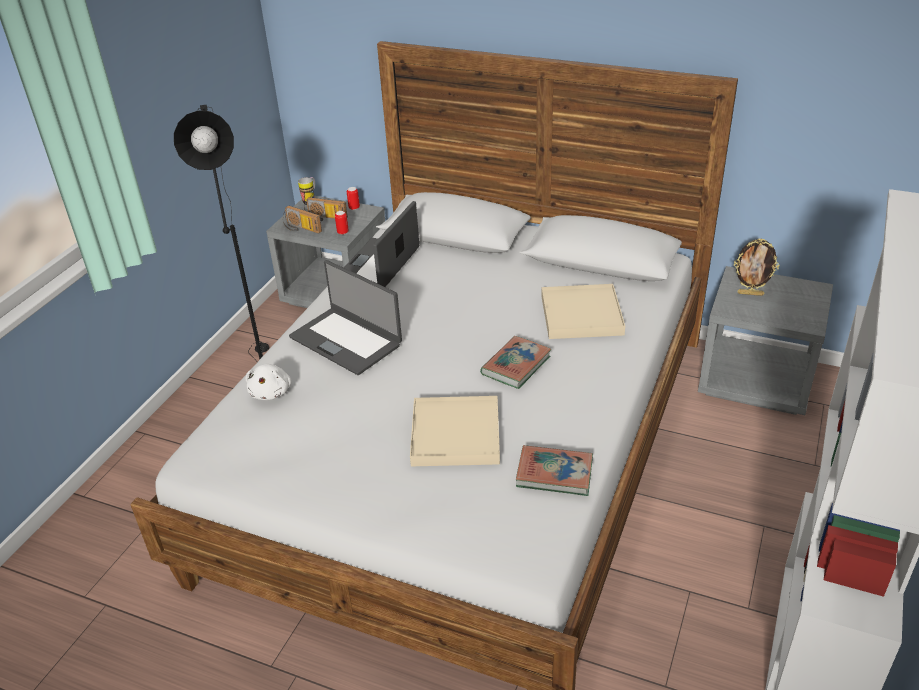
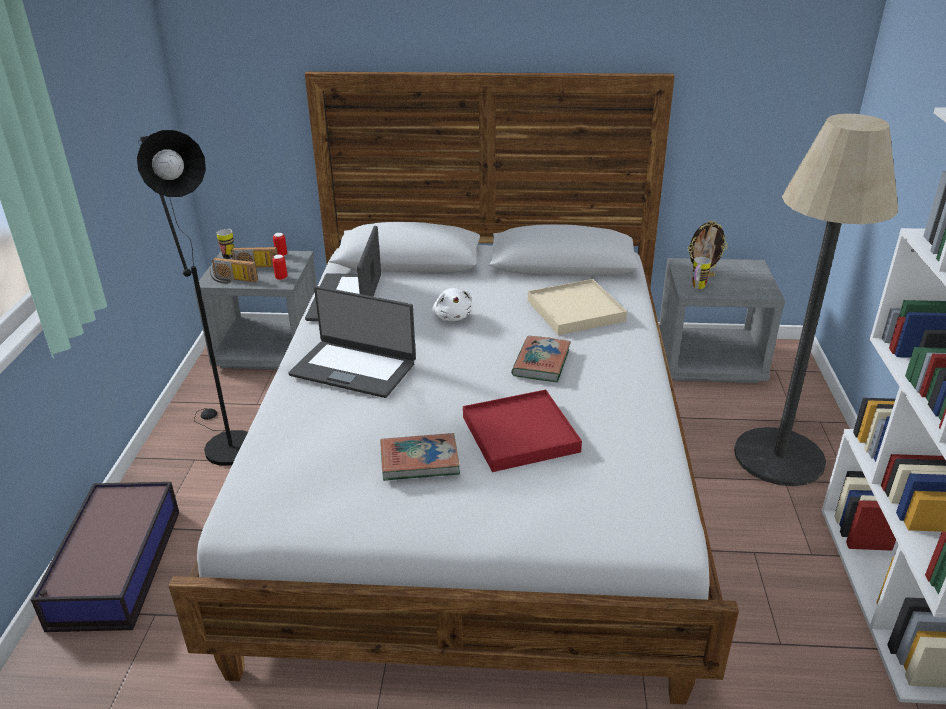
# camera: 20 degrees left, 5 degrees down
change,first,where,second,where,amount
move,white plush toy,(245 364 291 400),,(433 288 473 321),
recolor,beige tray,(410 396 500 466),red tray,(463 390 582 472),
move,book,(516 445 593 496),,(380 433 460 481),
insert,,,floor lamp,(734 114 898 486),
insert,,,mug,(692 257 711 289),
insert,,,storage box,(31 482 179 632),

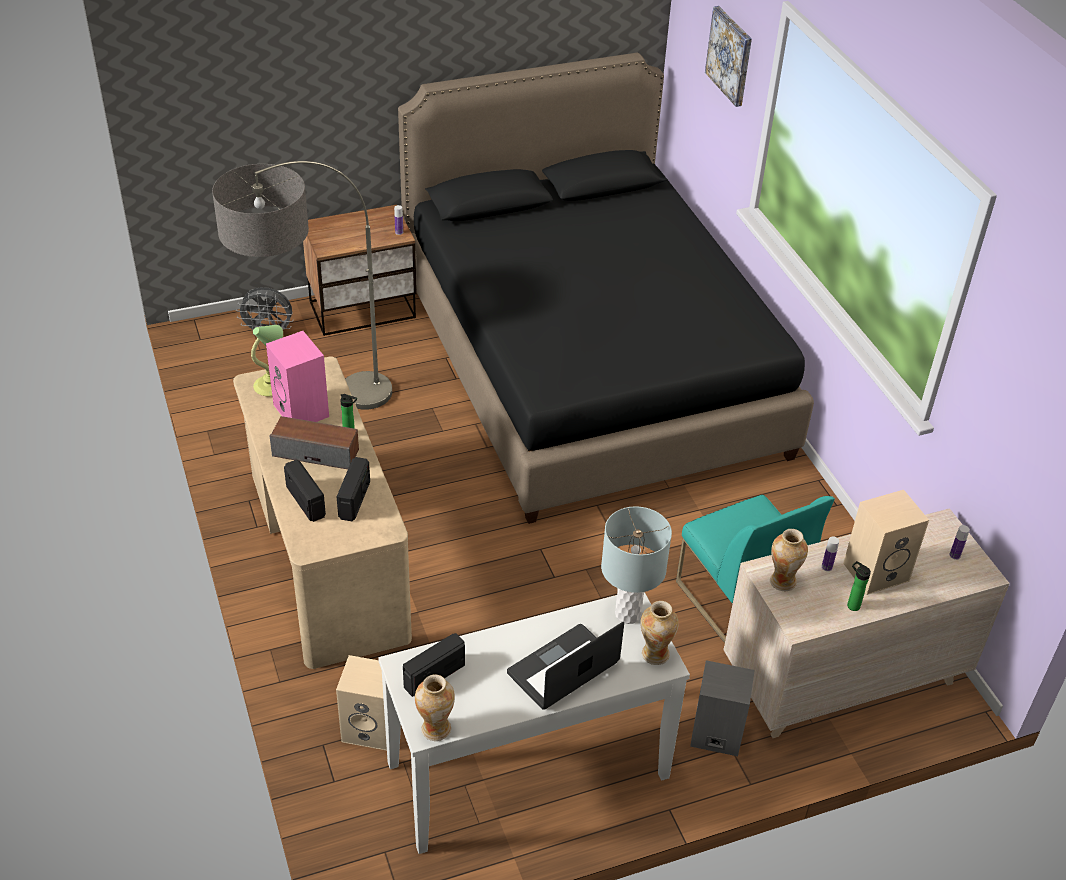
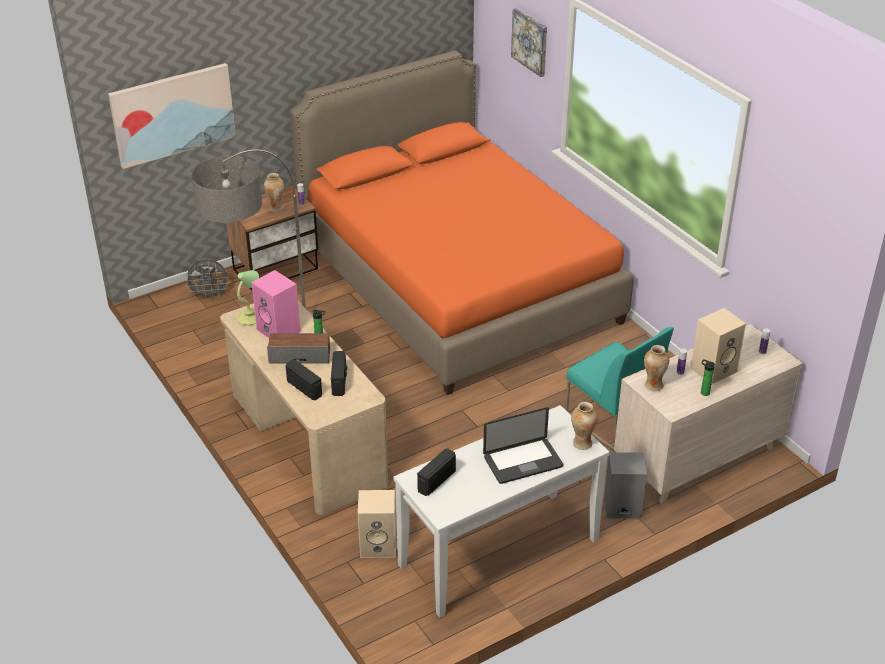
# camera: 10 degrees left, 5 degrees down
change,first,where,second,where,amount
recolor,black bed,(398 53 814 524),orange bed,(290 51 634 395),
delete,grey table lamp,(601 506 672 624),,,
rotate,laptop,(507 622 624 710),,(483 407 563 484),150 degrees counterclockwise
move,vase,(415 674 455 741),,(264 173 284 212),
insert,,,picture,(108 63 236 169),

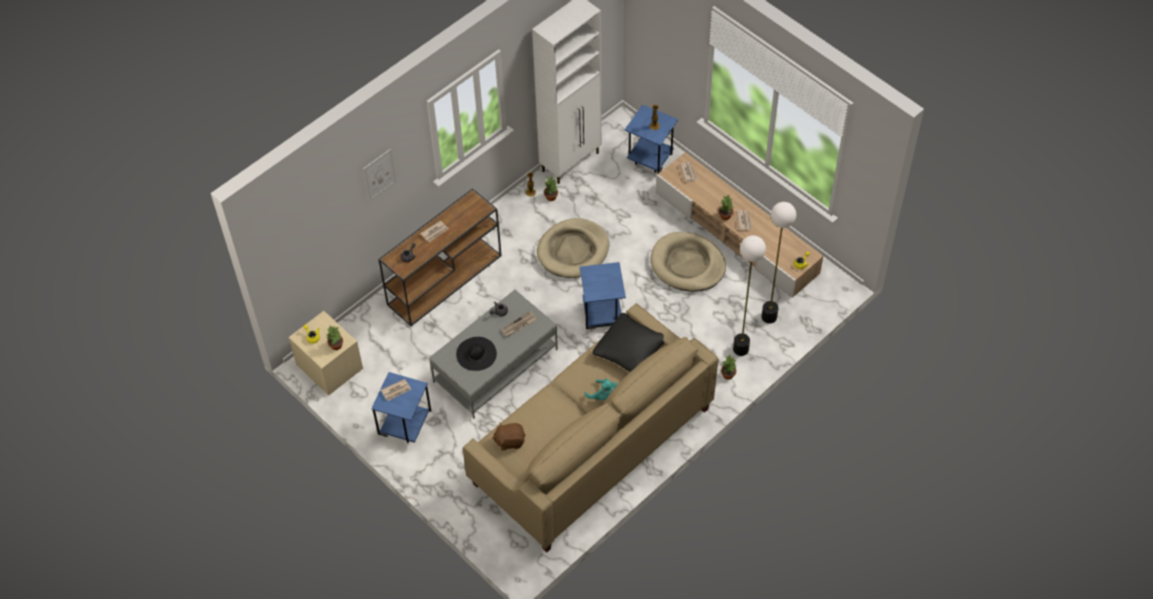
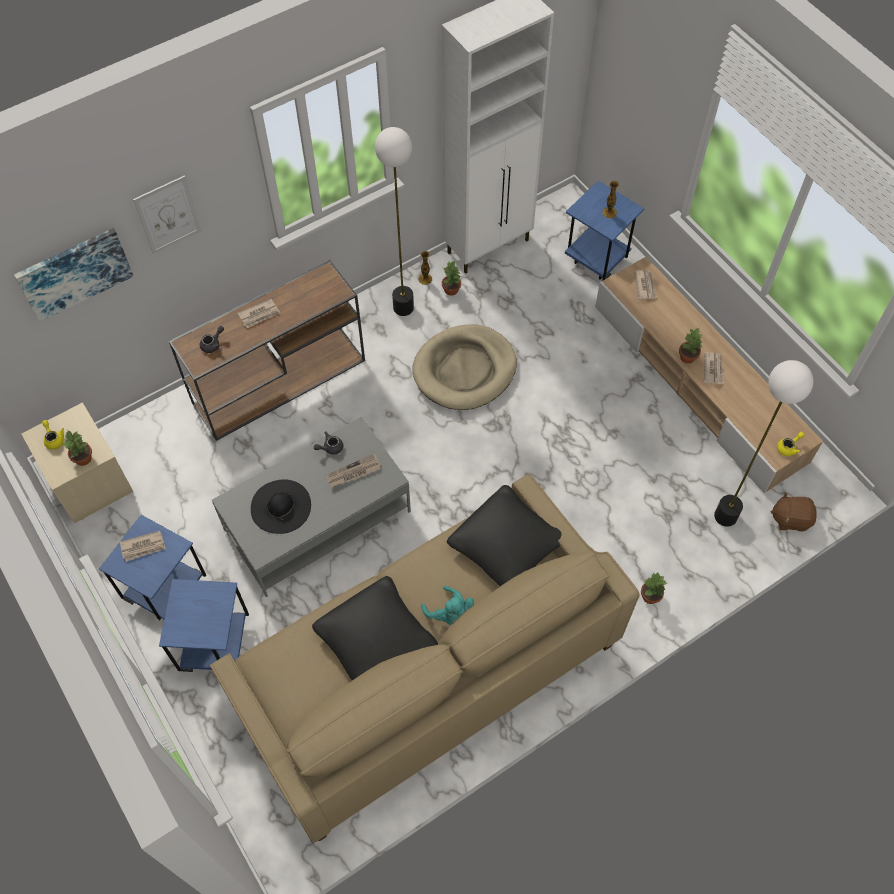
# camera: 10 degrees right, 5 degrees up
change,first,where,second,where,amount
delete,beige dog bed,(651 232 726 292),,,
move,floor lamp,(733 235 766 356),,(375 127 414 316),
move,blue side table,(580 262 626 329),,(159 579 249 672),
move,brown plush toy,(492 422 525 450),,(770 492 817 532),
insert,,,picture,(14 228 134 322),
insert,,,black pillow,(312 576 438 680),

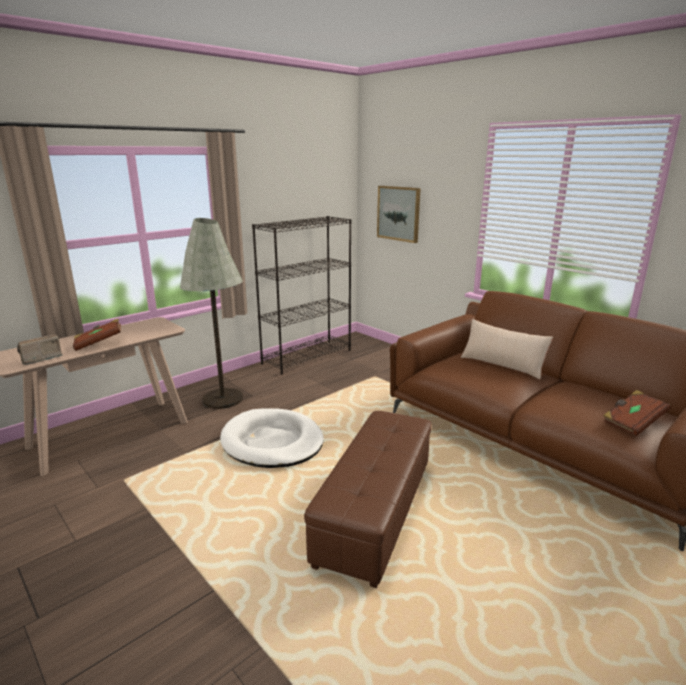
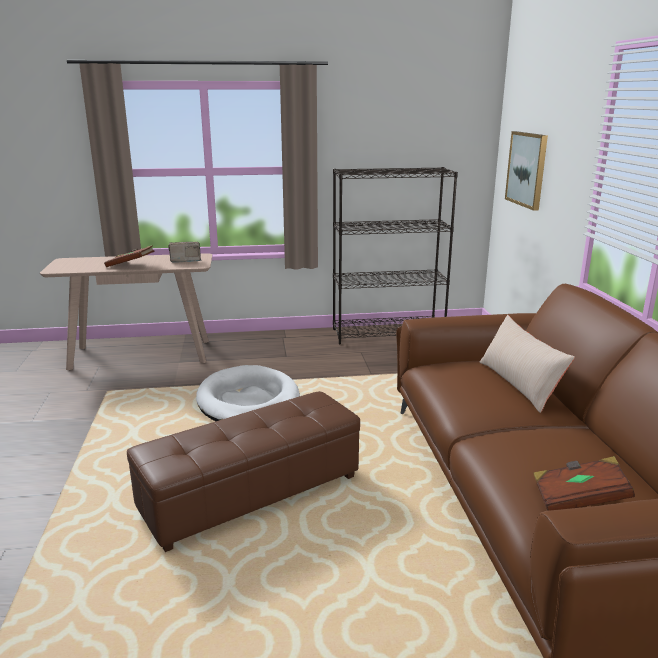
# camera: 35 degrees right, 0 degrees up
change,first,where,second,where,amount
delete,grey floor lamp,(180 218 243 409),,,
move,radio,(17 334 63 365),,(168 242 201 263),

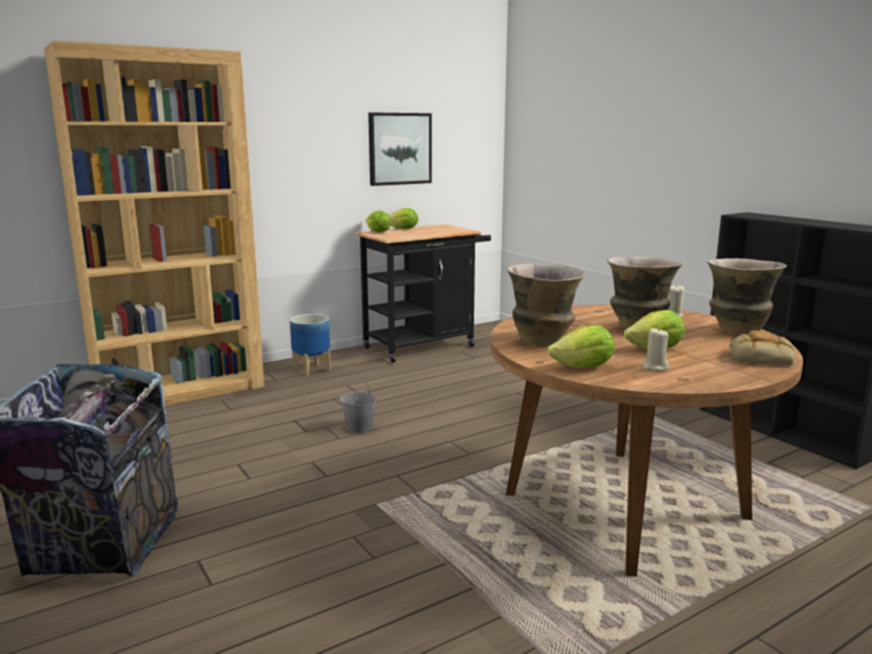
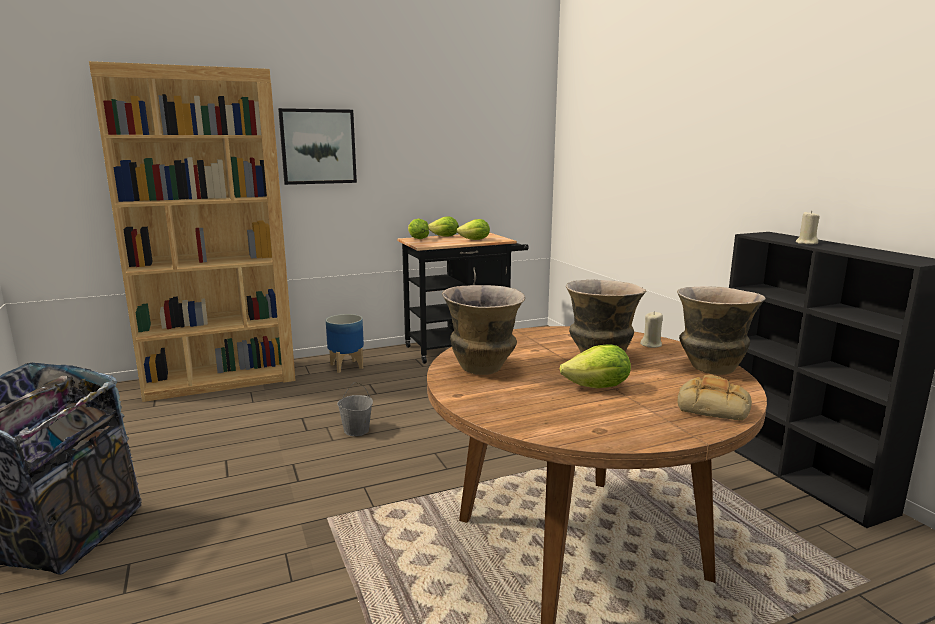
# camera: 10 degrees right, 0 degrees up
change,first,where,second,where,amount
move,picture,(368 112 432 186),,(278 108 357 185),
move,lettuce,(547 325 615 368),,(456 219 490 240),
move,beige candle,(642 328 669 371),,(796 211 820 244),

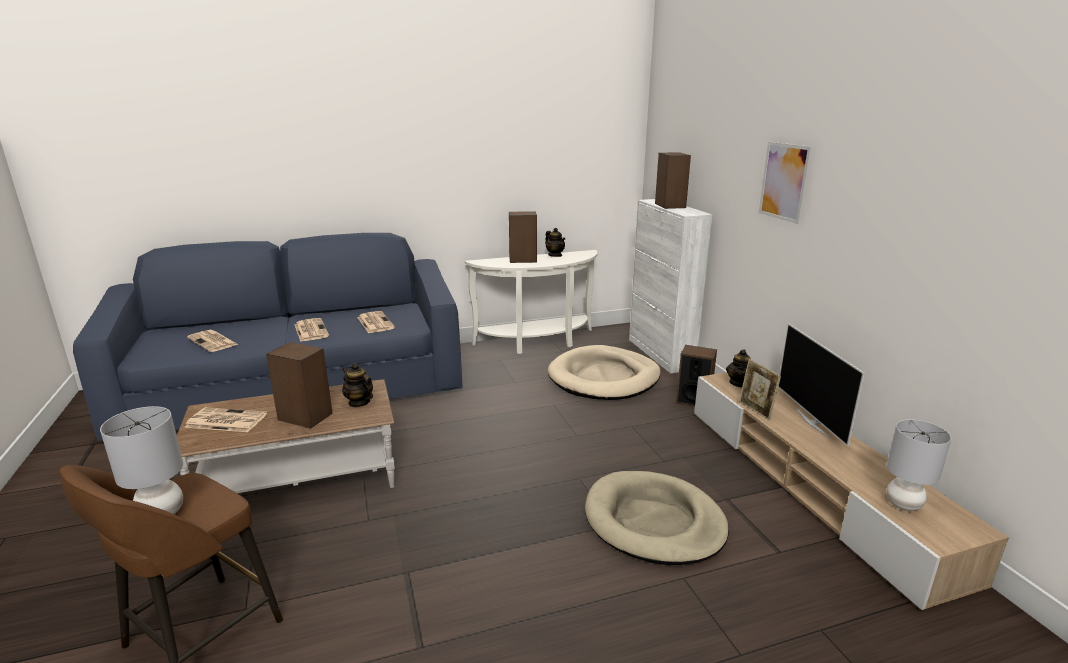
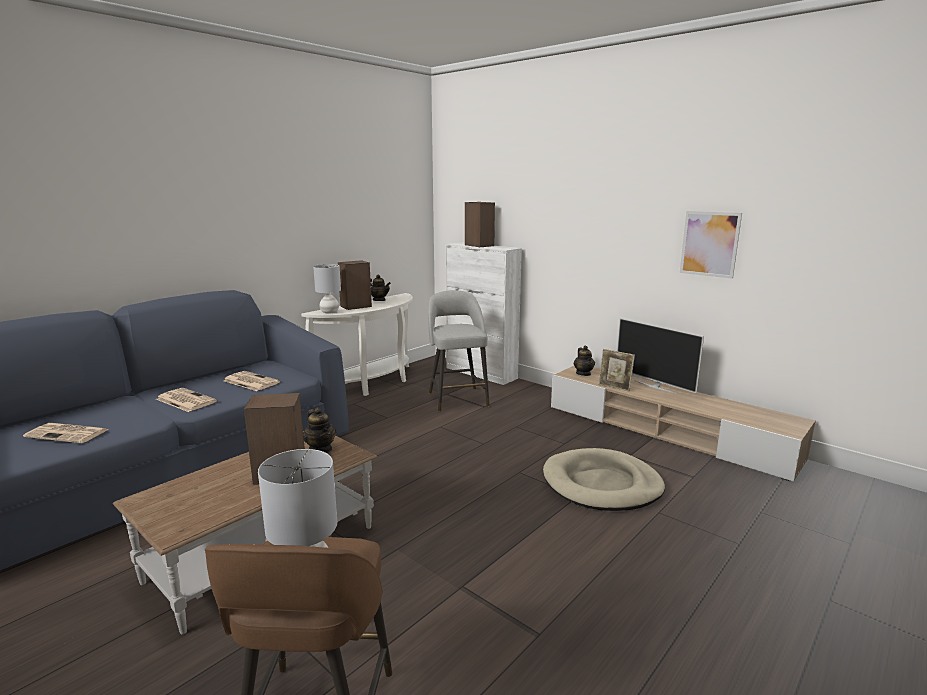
# camera: 30 degrees left, 5 degrees down
change,first,where,second,where,amount
move,picture,(759 142 812 224),,(680 211 742 279),
replace,beige dog bed,(548 345 661 400),grey stool,(428 290 490 412),
delete,speaker,(676 345 717 407),,,
rotate,teapot,(342 363 373 407),,(303 407 336 453),135 degrees counterclockwise
delete,newspaper,(184 407 267 432),,,
move,grey table lamp,(886 419 951 511),,(313 264 341 313),

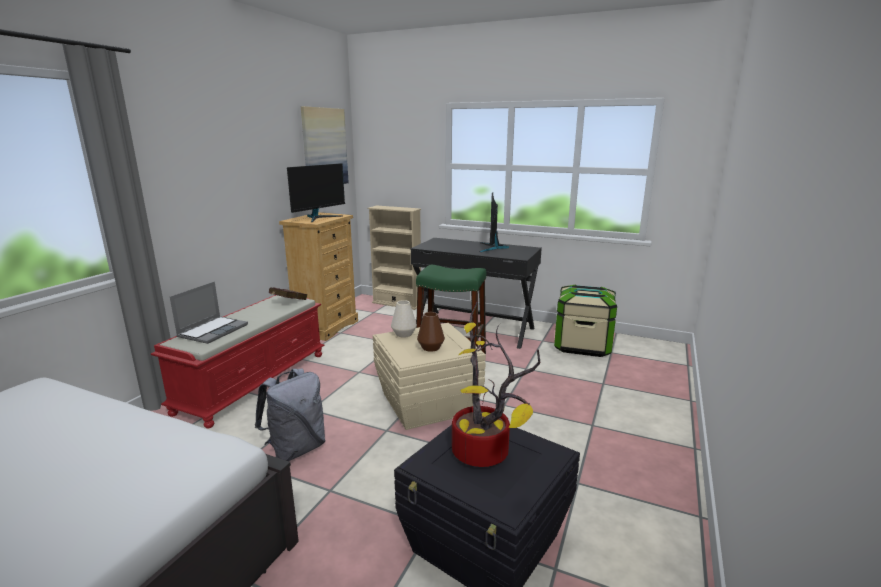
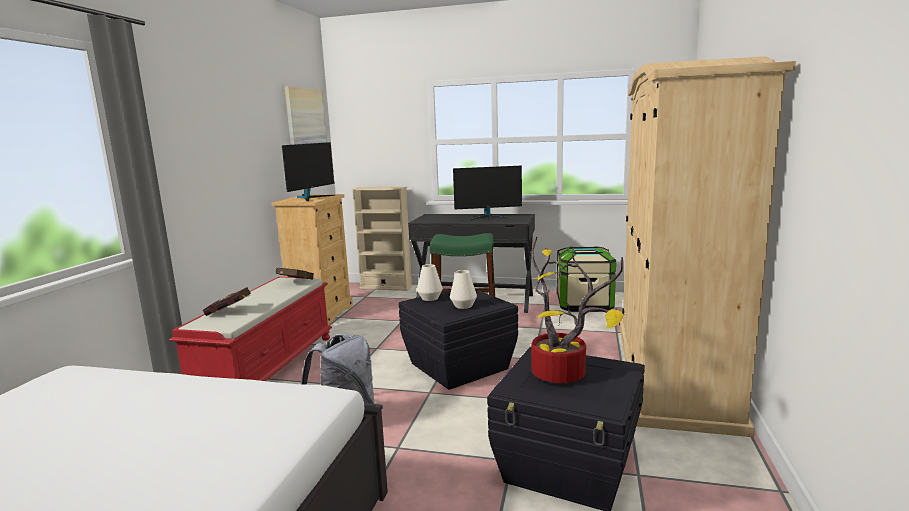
# camera: 10 degrees left, 5 degrees down
change,first,where,second,where,amount
rotate,monitor,(479 192 509 252),,(453 166 522 220),90 degrees counterclockwise
replace,laptop,(170 282 248 344),red book,(203 287 251 316),
recolor,brown vase,(417 312 445 352),white vase,(450 270 477 309),
recolor,beige storage box,(373 323 486 430),black storage box,(398 289 518 390),
insert,,,beige wardrobe,(619 56 796 437),

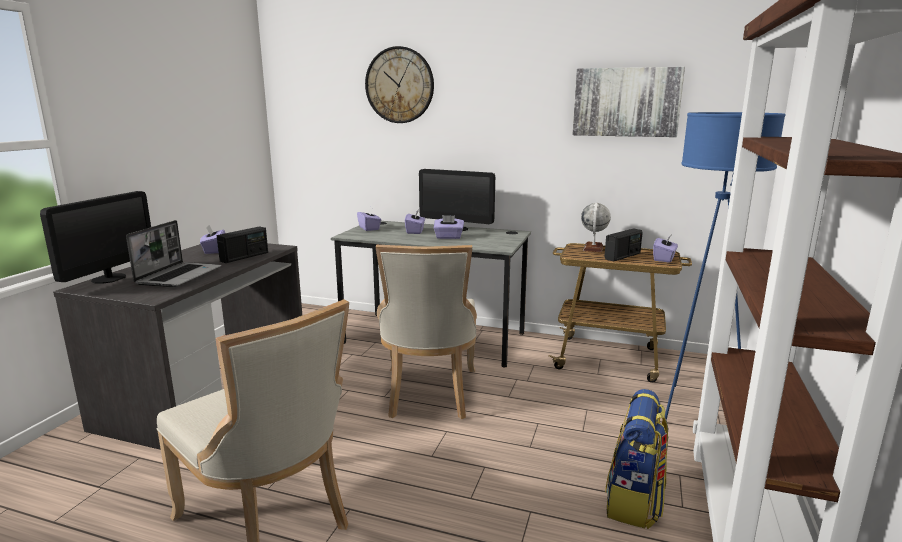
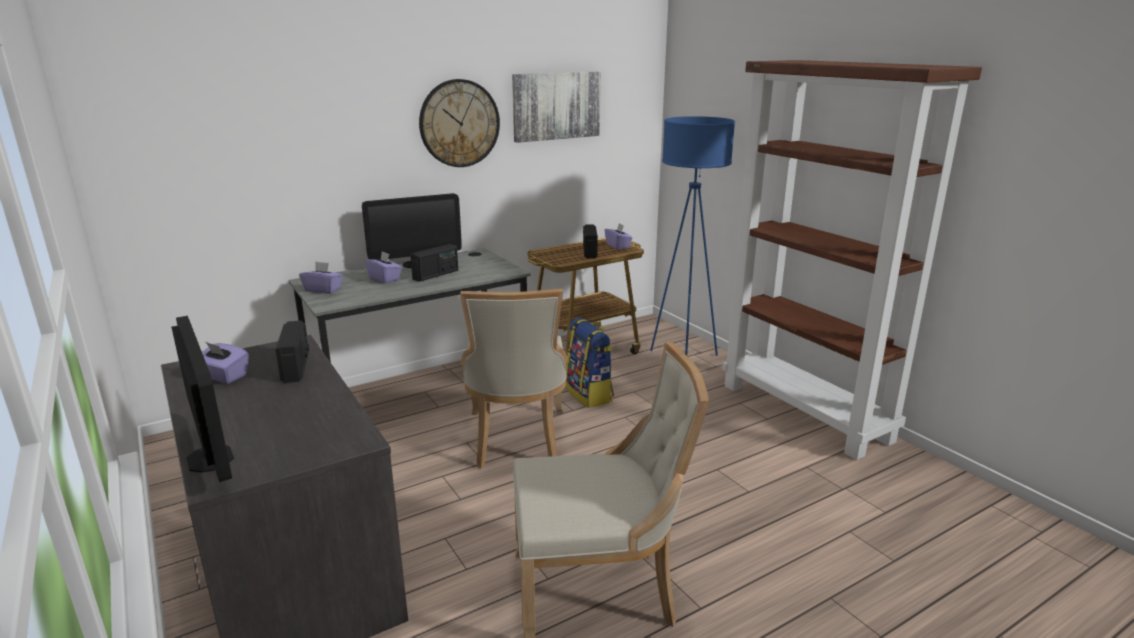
# camera: 50 degrees left, 5 degrees up
change,first,where,second,where,amount
move,wall clock,(365 46 434 123),,(419 79 500 167),
delete,globe,(581 202 611 252),,,
replace,purple tissue box,(434 215 464 239),radio,(410 244 458 282),
delete,laptop,(126 220 221 287),,,
rotate,beige chair,(376 245 477 419),,(460 289 567 468),45 degrees clockwise
move,backpack,(605 389 668 529),,(565 317 614 408),

